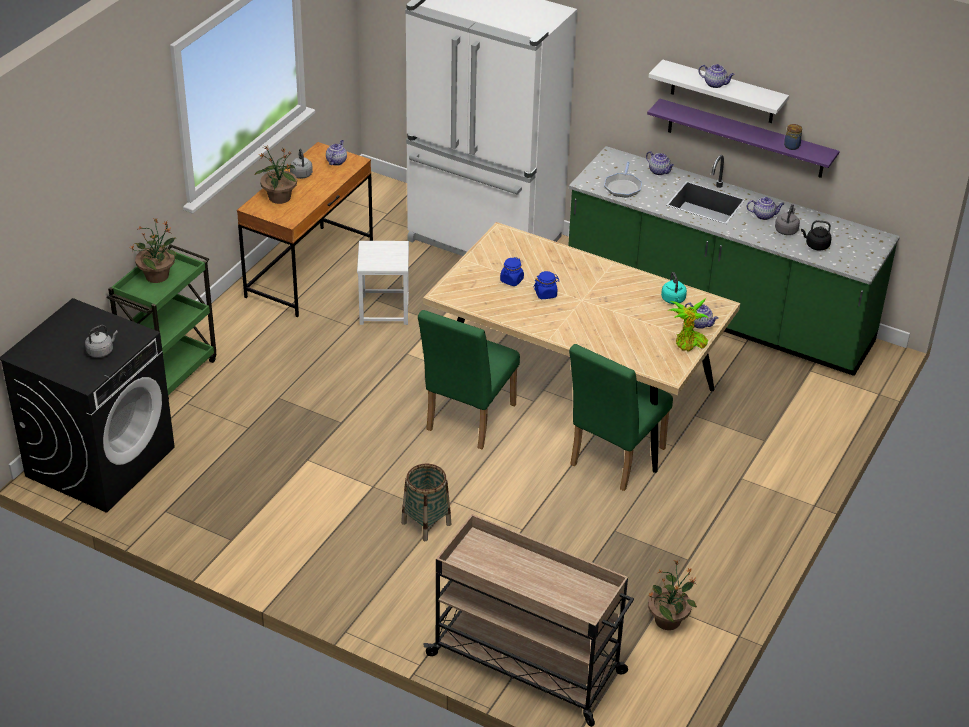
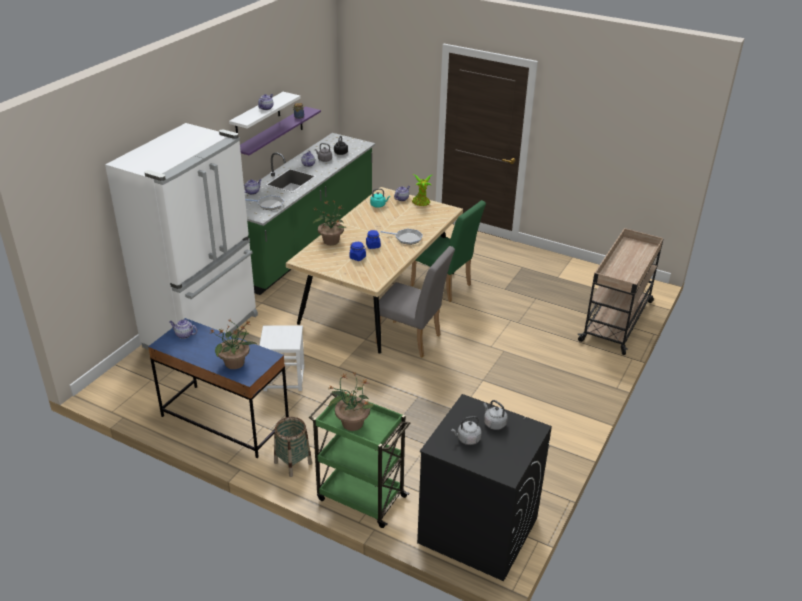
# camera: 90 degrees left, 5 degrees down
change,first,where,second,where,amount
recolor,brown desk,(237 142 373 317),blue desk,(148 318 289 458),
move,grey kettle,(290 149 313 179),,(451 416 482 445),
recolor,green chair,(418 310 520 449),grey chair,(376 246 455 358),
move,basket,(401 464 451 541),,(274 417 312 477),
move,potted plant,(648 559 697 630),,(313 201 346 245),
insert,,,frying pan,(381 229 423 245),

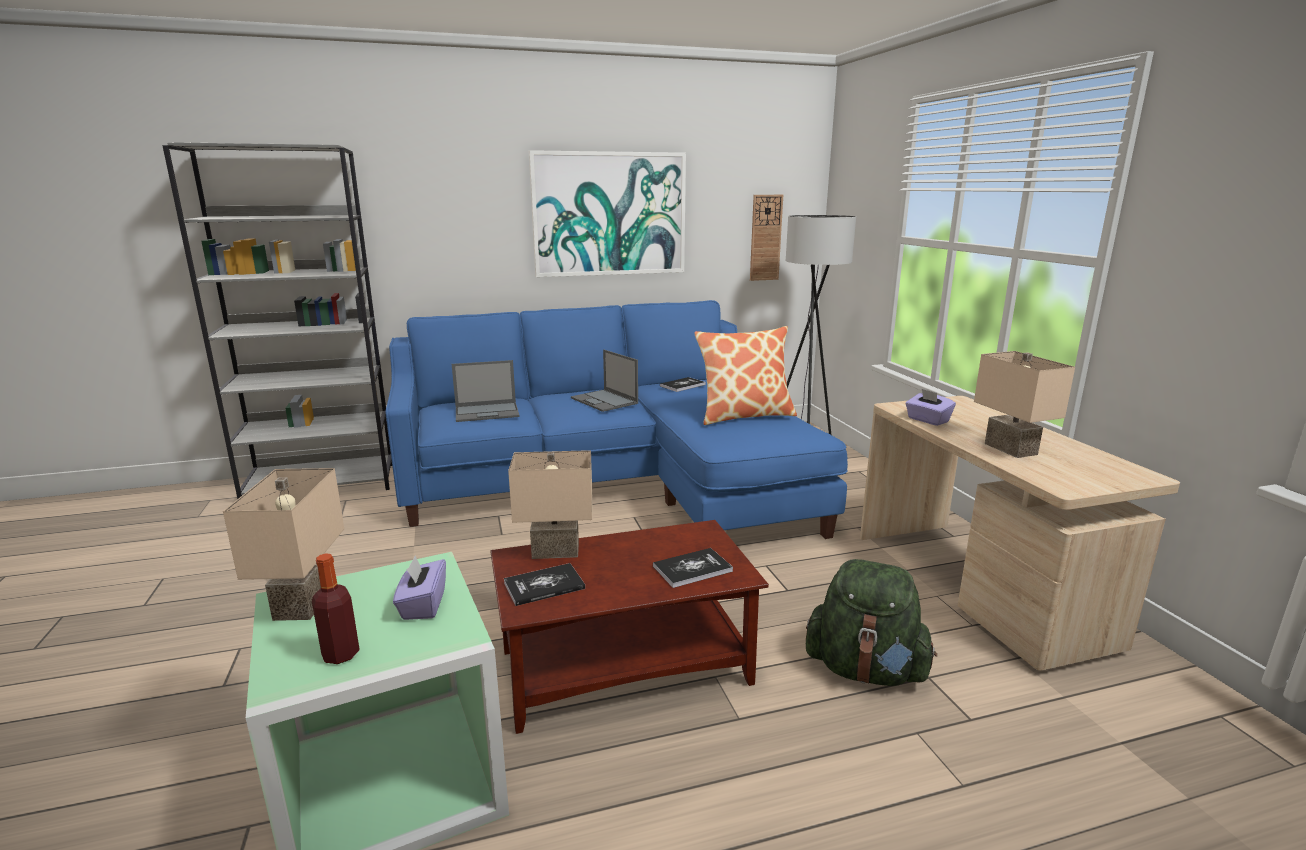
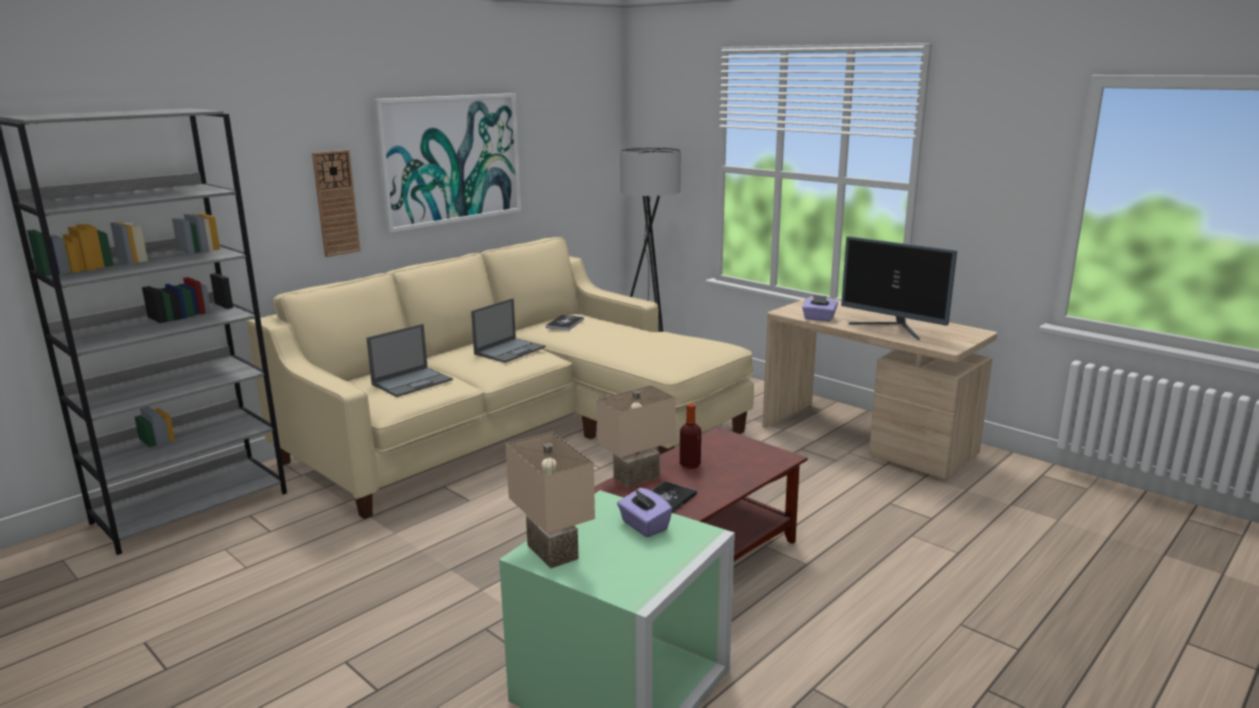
# camera: 30 degrees left, 0 degrees up
change,first,where,second,where,amount
move,wall clock,(750 195 783 281),,(312 150 361 257),
recolor,blue sofa,(385 300 848 539),beige sofa,(246 237 754 519),
delete,pillow,(694 326 797 425),,,
rotate,laptop,(571 350 638 412),,(471 298 546 363),75 degrees counterclockwise
replace,beige table lamp,(974 351 1075 458),monitor,(841 236 957 340),
delete,book,(653 548 733 588),,,
move,bottle,(312 553 360 664),,(680 403 701 469),
delete,green backpack,(806 559 937 686),,,

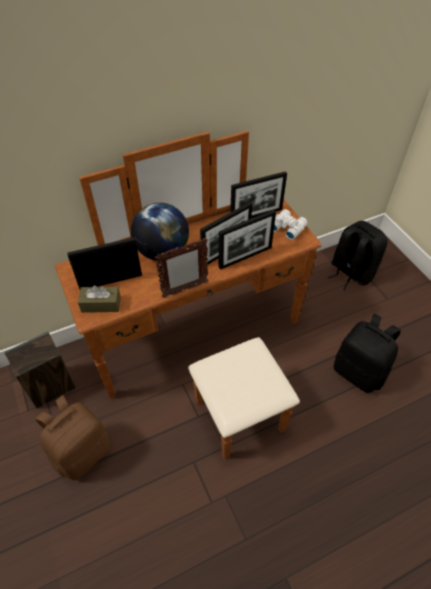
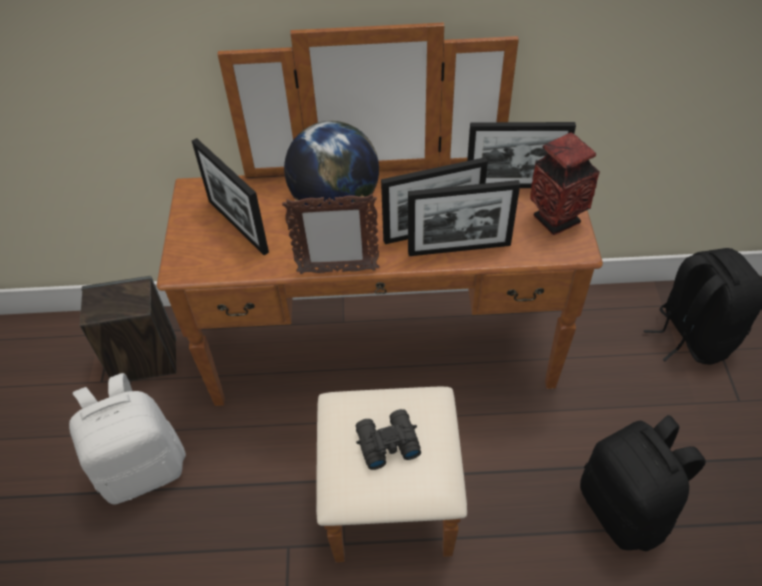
# camera: 25 degrees right, 0 degrees up
change,first,where,second,where,amount
replace,white binoculars,(274 209 307 240),vase,(530 132 600 235),
rotate,picture frame,(67 237 142 289),,(192 138 269 255),135 degrees counterclockwise
delete,brown tissue box,(78 285 121 313),,,
recolor,brown backpack,(35 395 111 480),white backpack,(69 373 186 505),
insert,,,black binoculars,(356 409 421 470),

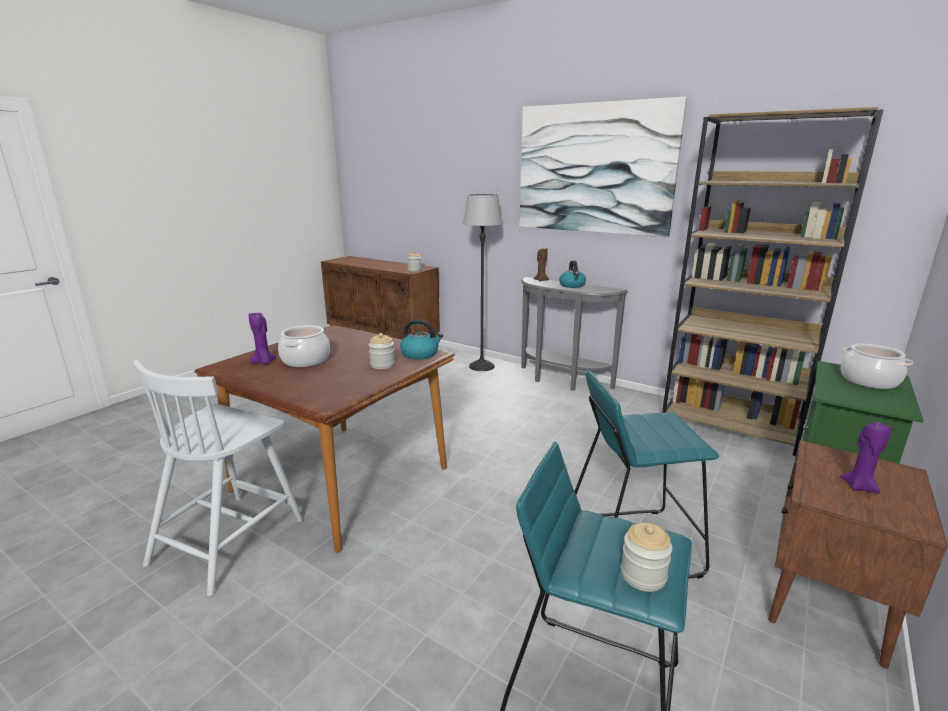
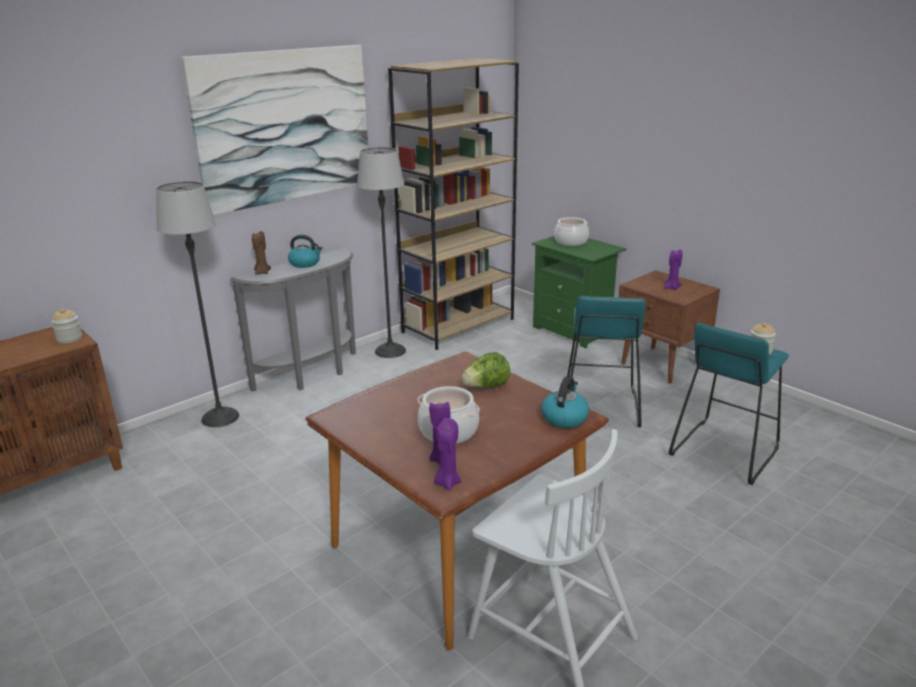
# camera: 75 degrees left, 5 degrees up
change,first,where,second,where,amount
move,kettle,(400 319 443 360),,(541 376 589 428),
replace,jar,(369 333 395 369),lettuce,(462 352 510 388),
insert,,,floor lamp,(357 147 406 358),
insert,,,purple candle,(434 418 461 491),

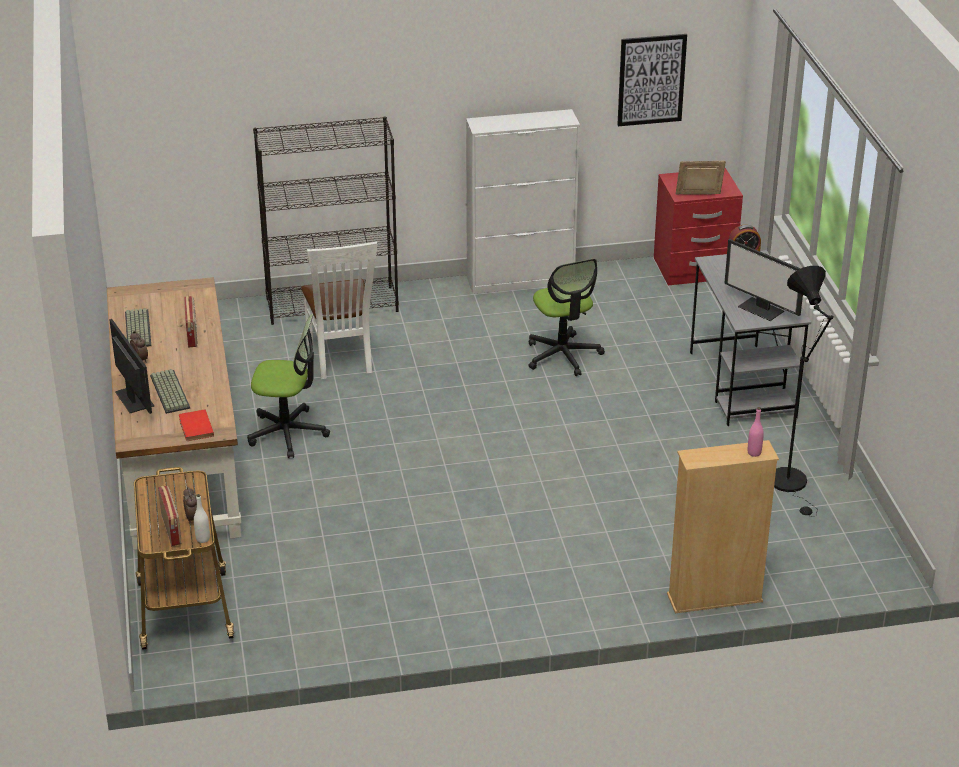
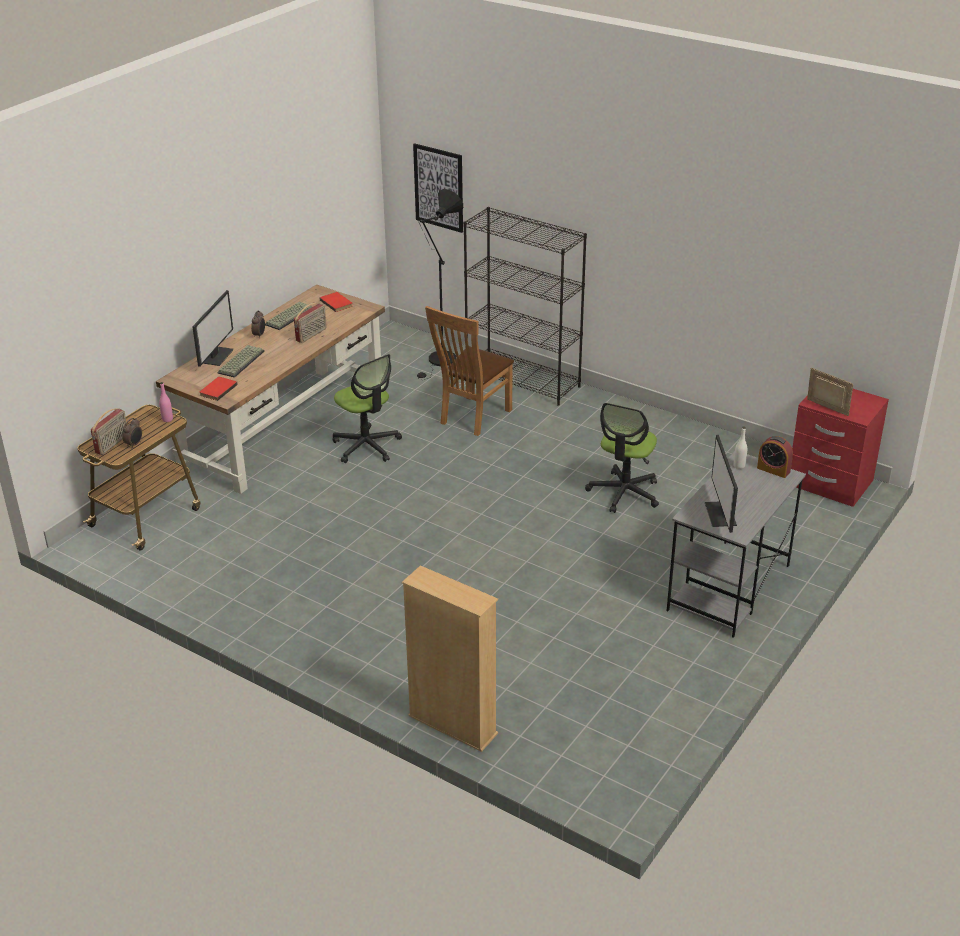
# camera: 45 degrees right, 0 degrees up
change,first,where,second,where,amount
move,picture,(617 34 687 126),,(413 143 463 233),
delete,white cabinet,(466 109 580 294),,,
recolor,white chair,(301 241 377 379),brown chair,(425 306 514 436),
move,black floor lamp,(774 266 833 517),,(417 189 463 380),
move,pink bottle,(748 407 764 457),,(159 382 173 422),
move,white bottle,(194 494 210 543),,(734 427 747 469),
insert,,,red book,(320 292 352 312),

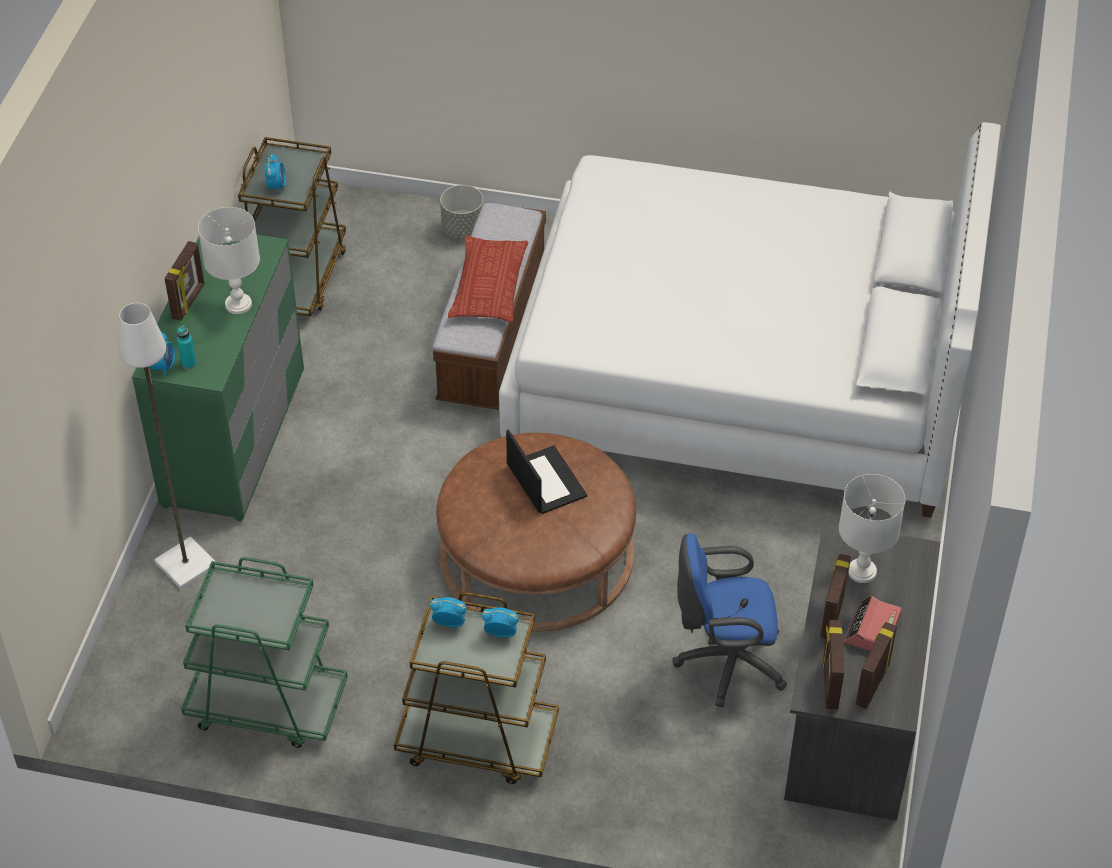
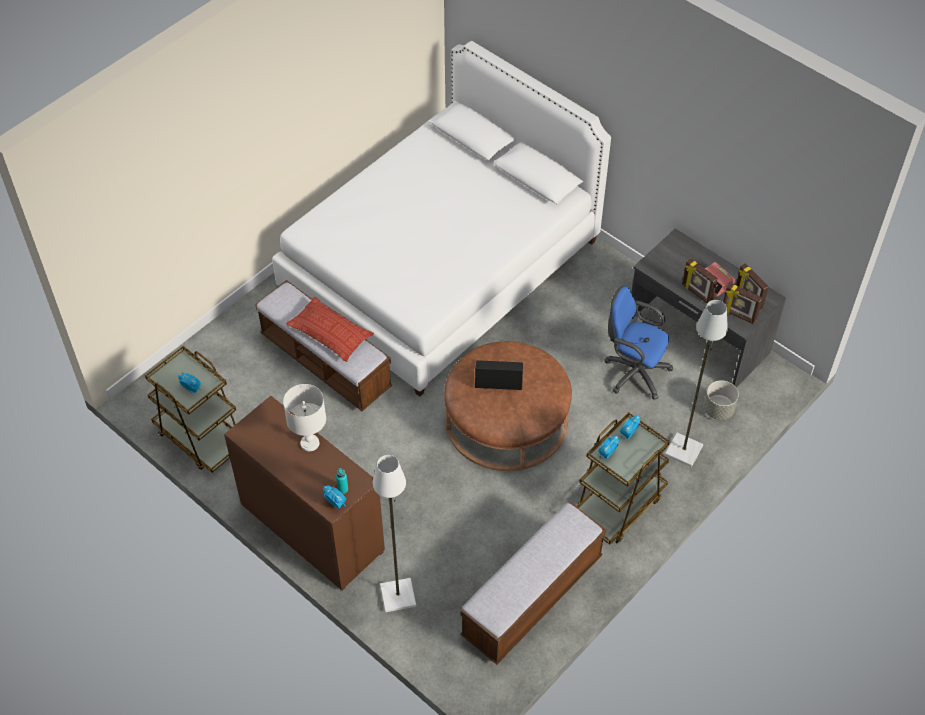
# camera: 60 degrees left, 5 degrees up
change,first,where,second,where,amount
move,grey planter,(440 185 484 239),,(704 380 739 420),
recolor,green dresser,(132 235 304 521),brown dresser,(224 396 385 591),
delete,picture frame,(164 241 204 321),,,
delete,white table lamp,(839 474 905 583),,,
rotate,blue office chair,(673 533 787 707),,(604 286 673 400),90 degrees clockwise
replace,green cart,(181 557 348 748),bench,(461 502 606 664),
insert,,,grey floor lamp,(665 300 728 467),

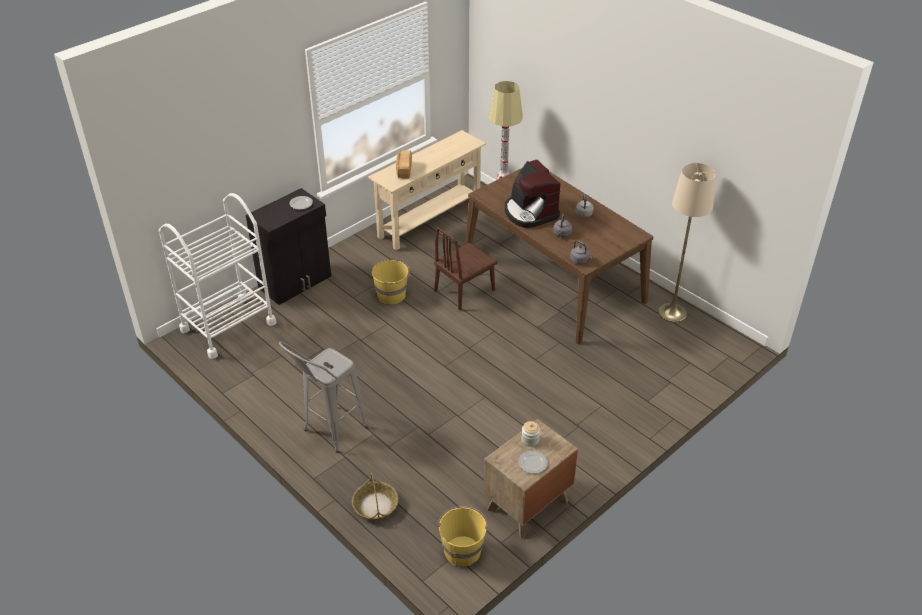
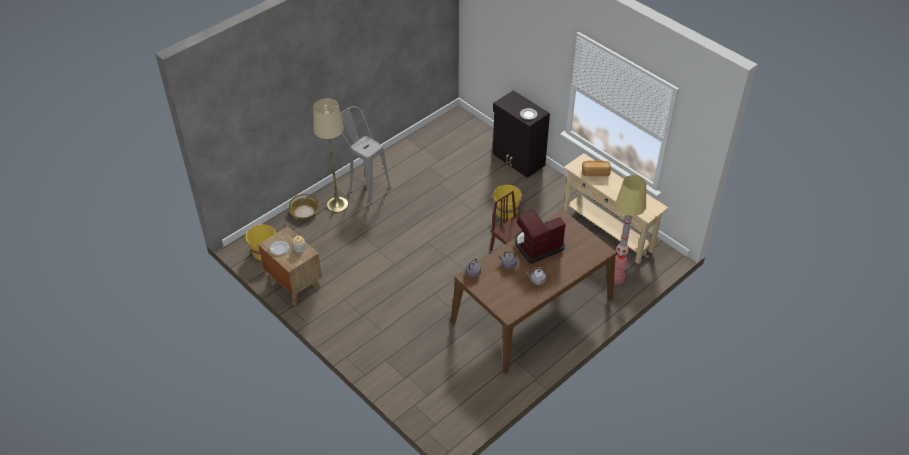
# camera: 90 degrees right, 5 degrees up
change,first,where,second,where,amount
move,beige floor lamp,(658 163 716 323),,(313 98 348 213),
delete,white cart,(159 193 277 359),,,

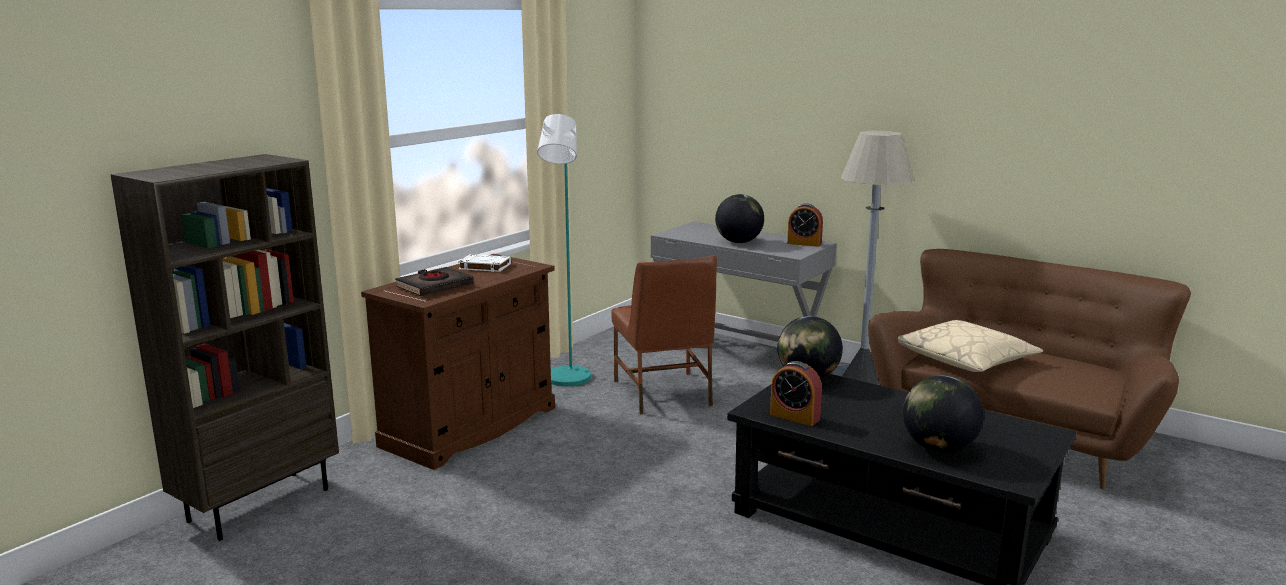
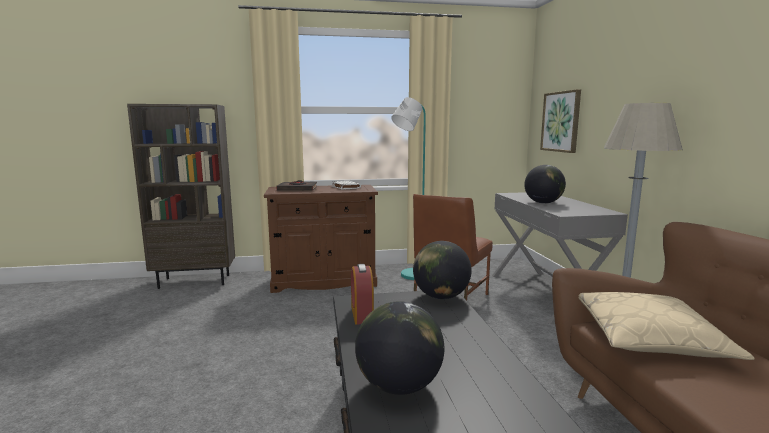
# camera: 45 degrees right, 5 degrees down
change,first,where,second,where,amount
delete,alarm clock,(787 203 823 247),,,
insert,,,picture,(540 89 581 153),

